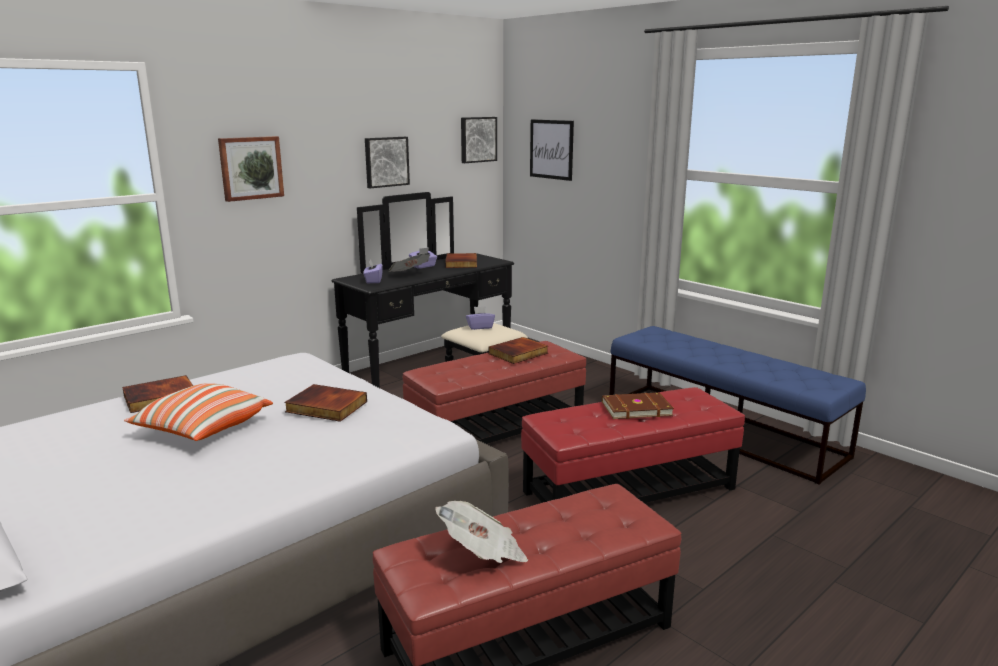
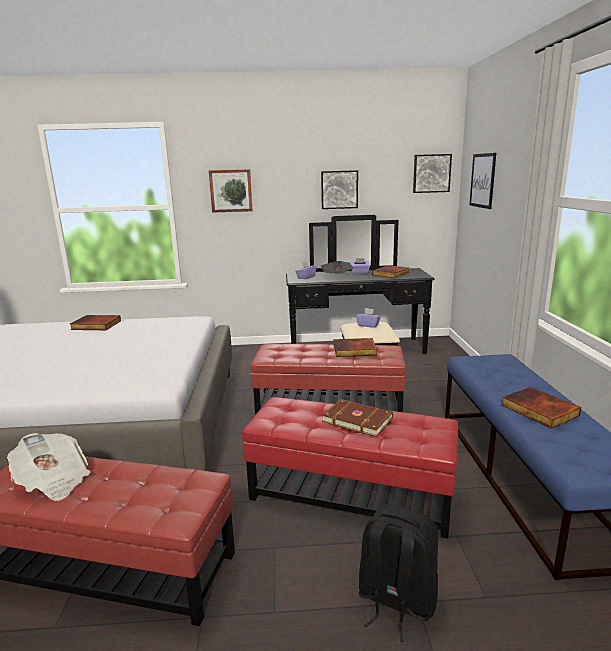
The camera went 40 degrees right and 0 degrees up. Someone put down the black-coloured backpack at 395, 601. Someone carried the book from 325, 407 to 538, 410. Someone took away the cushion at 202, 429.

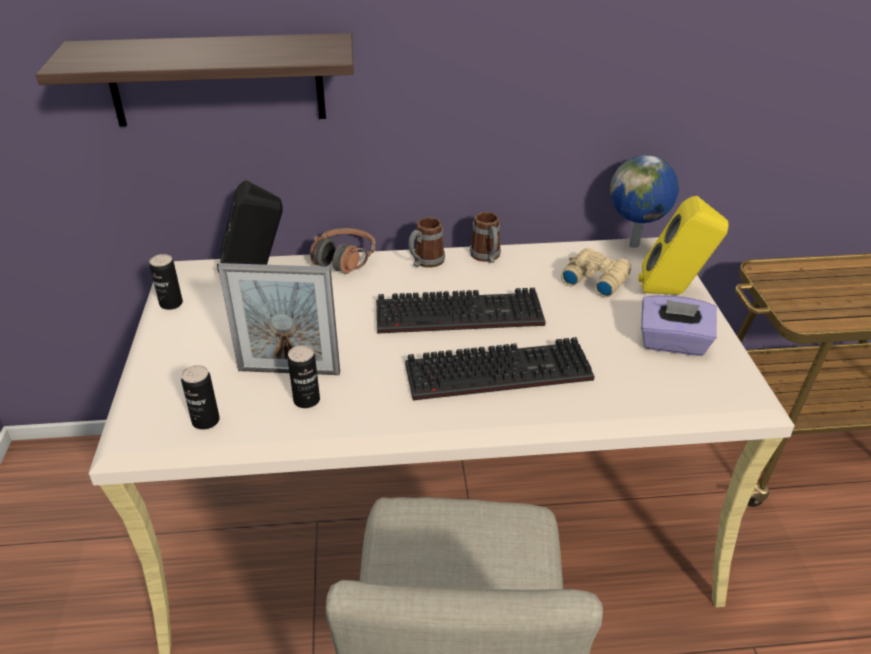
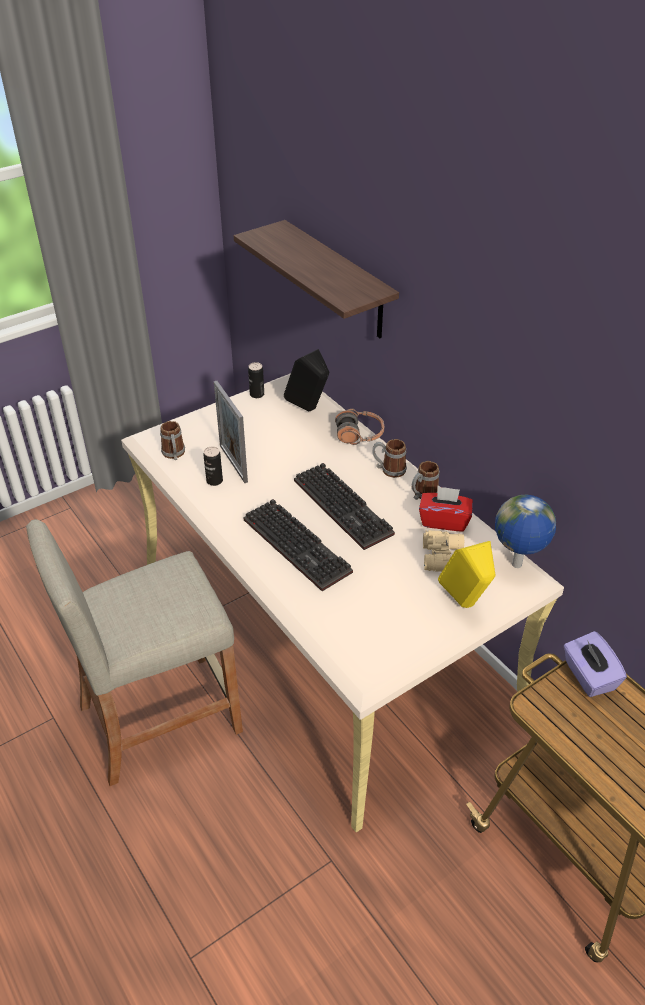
The camera went 60 degrees right and 5 degrees up. Someone swapped the sealed can at 206, 421 for the tea mug at 174, 454. Someone put down the reddish box of tissues at 444, 521. Someone carried the purple box of tissues from 673, 343 to 588, 676.

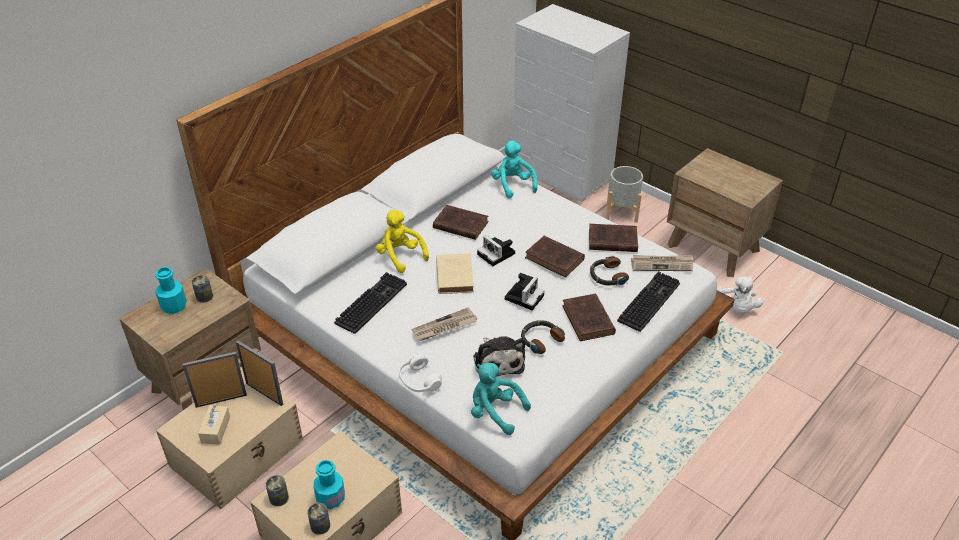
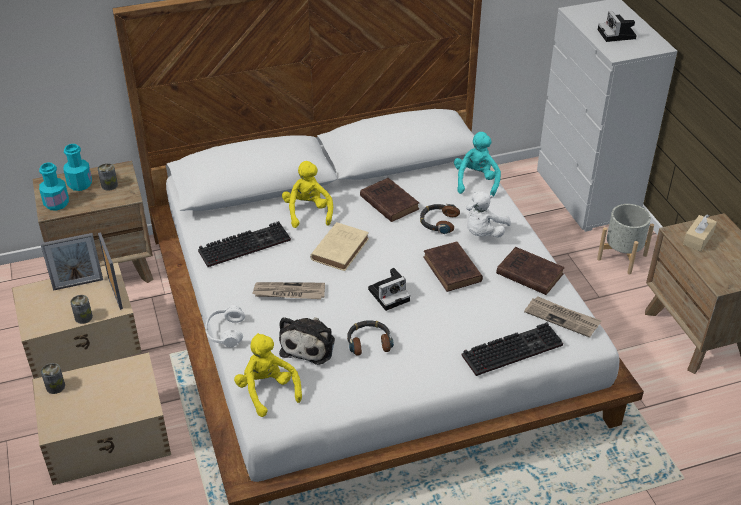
The camera went 30 degrees right and 0 degrees up. Someone carried the blue-green bottle from 331, 498 to 56, 203. Someone rotated the picture frame at 221, 400 by 150 degrees clockwise. Someone carried the sealed can from 320, 526 to 83, 317. Someone repainted the blue-green soft toy at 495, 412, which became the yellow soft toy at 267, 390. Someone carried the headphones from 607, 276 to 438, 222. Someone carried the whitish soft toy from 737, 308 to 483, 233. Someone carried the photo camera from 497, 254 to 617, 35. Someone carried the beige box of tissues from 216, 429 to 698, 239. Someone took away the brown-coloured book at 588, 321.

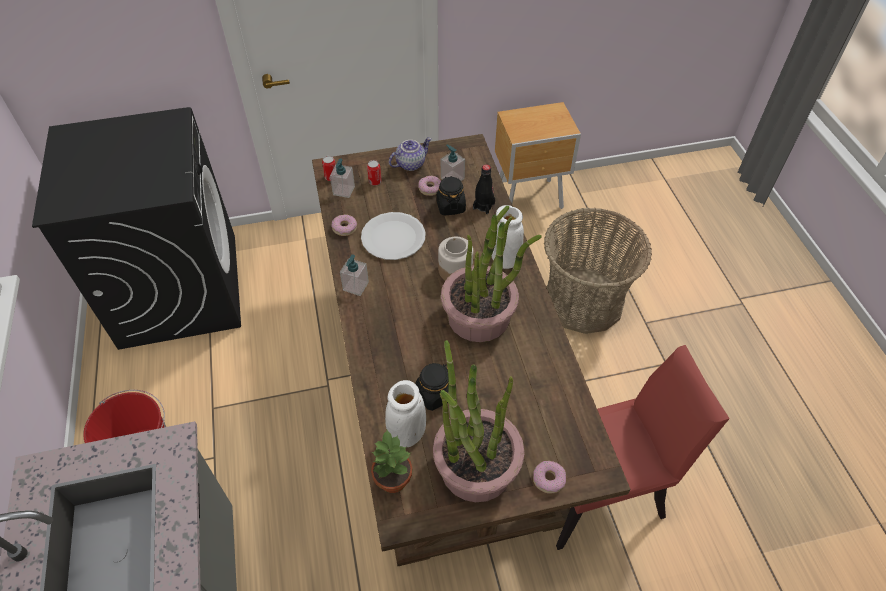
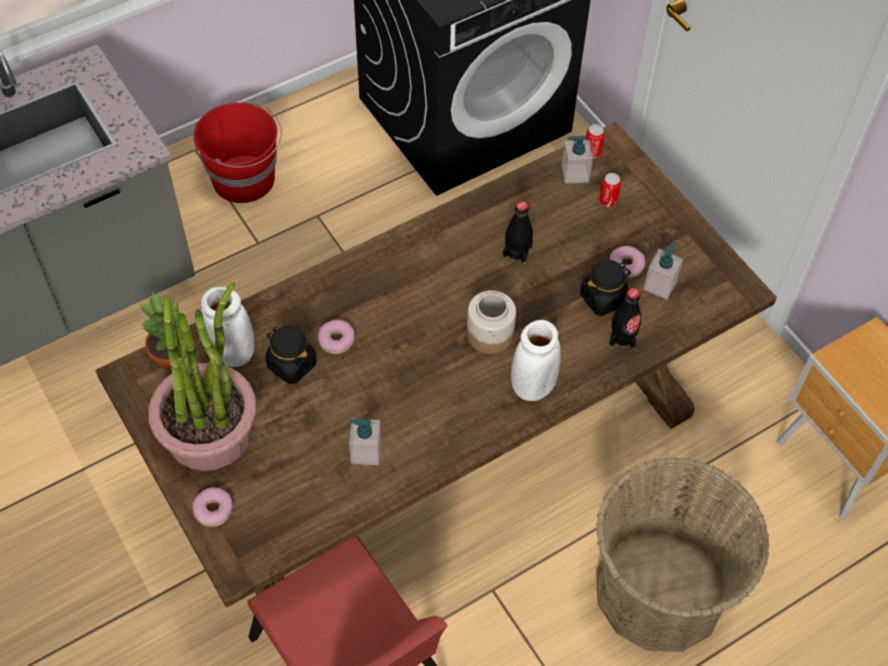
The camera went 70 degrees right and 5 degrees up. Someone carried the donut from 344, 228 to 336, 340. Someone carried the soap dispenser from 355, 286 to 365, 452. Someone swapped the whitish flat dish at 393, 237 for the black-coloured bottle at 517, 252. Someone took away the tea pot at 410, 163. Someone took away the houseplant at 479, 316.

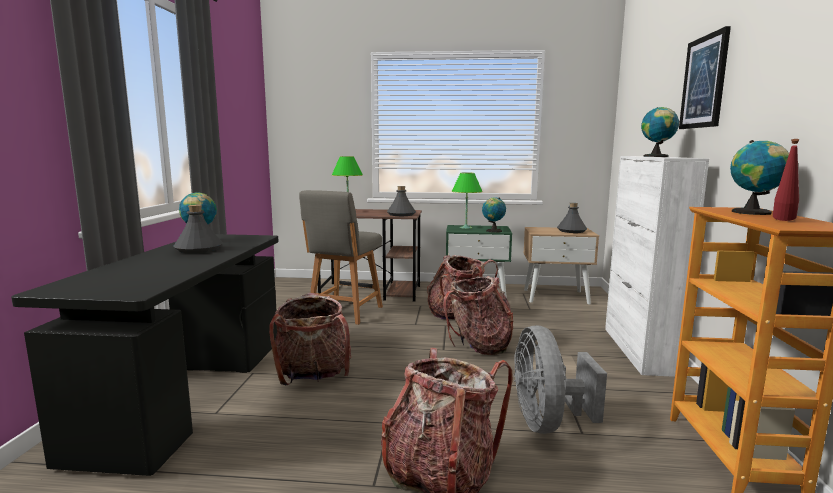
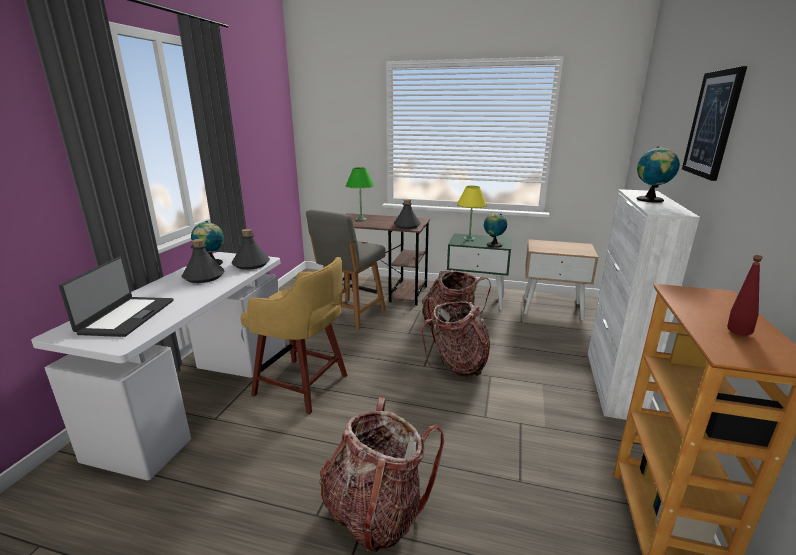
The camera went 10 degrees right and 10 degrees up. Someone repainted the black-coloured desk unit at 191, 392, which became the whitish desk unit at 202, 394. Someone put down the notebook computer at 126, 316. Someone carried the greyish bottle from 571, 231 to 251, 264. Someone swapped the backpack at 313, 376 for the yellow stool at 303, 386. Someone repainted the green tabletop lamp at 465, 227, which became the yellow tabletop lamp at 469, 238. Someone took away the greyish electric fan at 547, 422. Someone took away the globe at 754, 212.

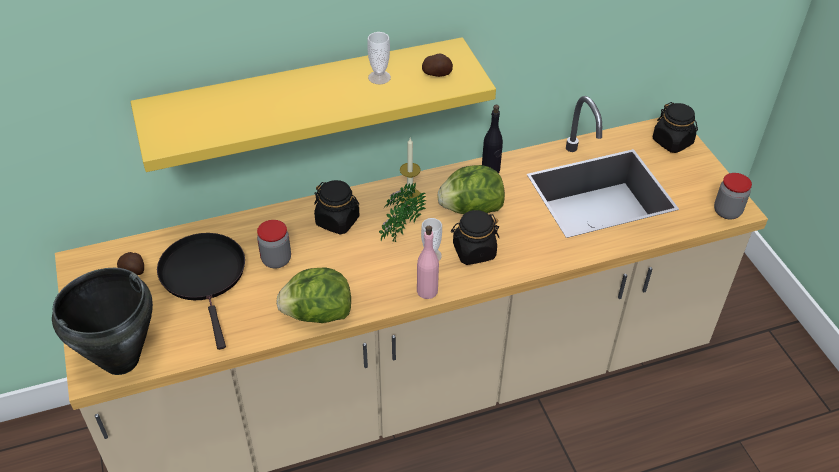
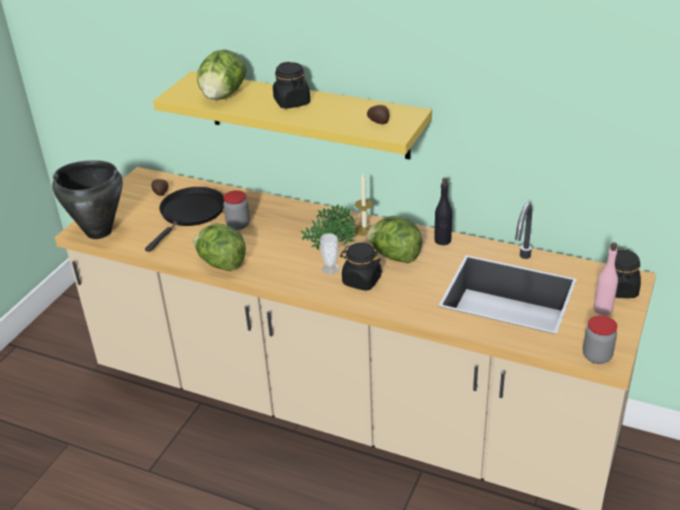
The camera went 45 degrees right and 10 degrees down. Someone put down the lettuce at 223, 96. Someone carried the black-coloured jar from 338, 221 to 292, 102. Someone carried the pinkish bottle from 427, 291 to 603, 309. Someone took away the small cup at 379, 77.

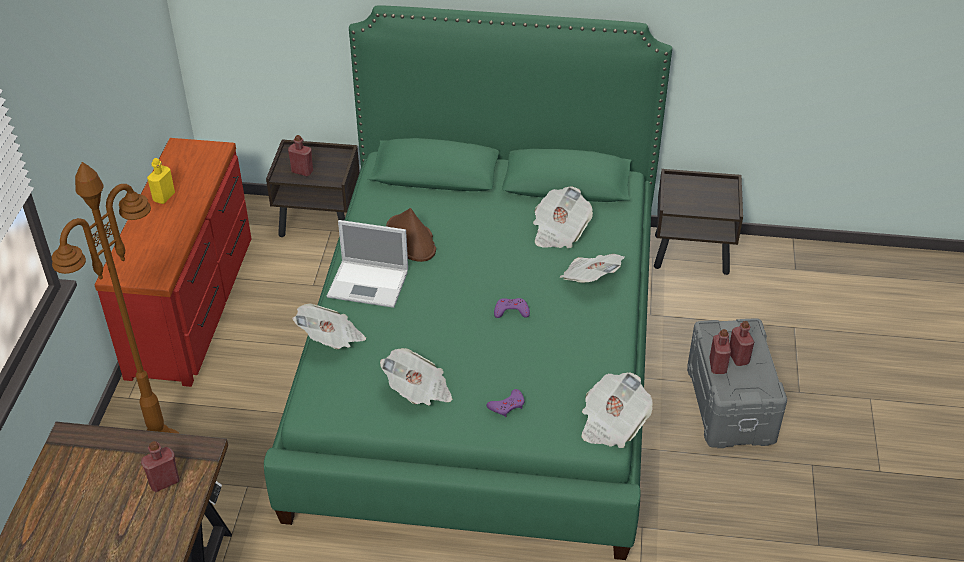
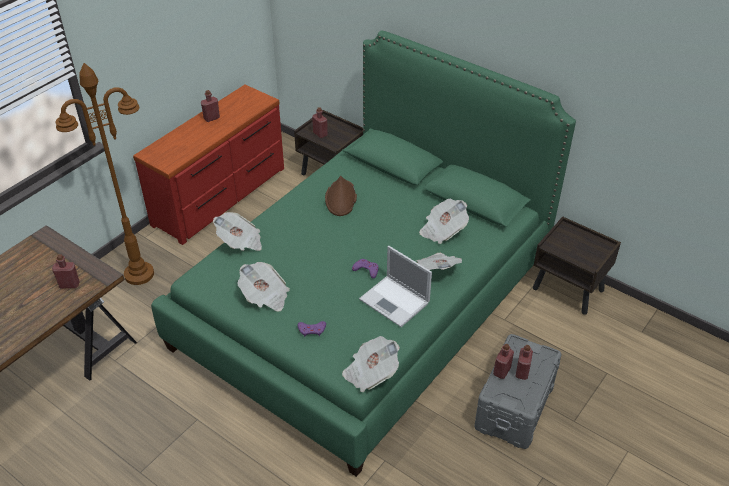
The camera went 30 degrees right and 0 degrees up. Someone repainted the yellow bottle at 164, 197, which became the reddish bottle at 211, 118. Someone carried the notebook computer from 369, 284 to 395, 301.

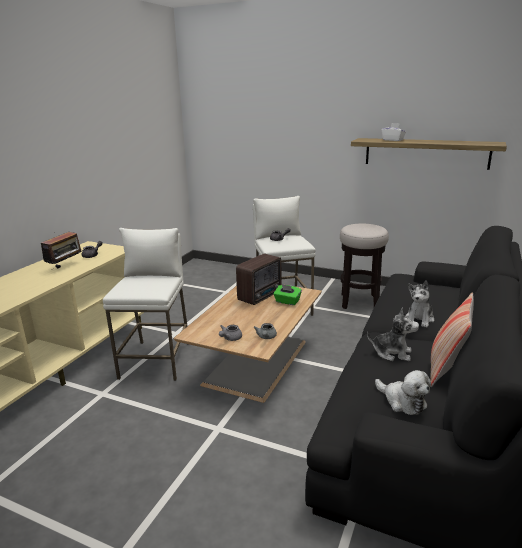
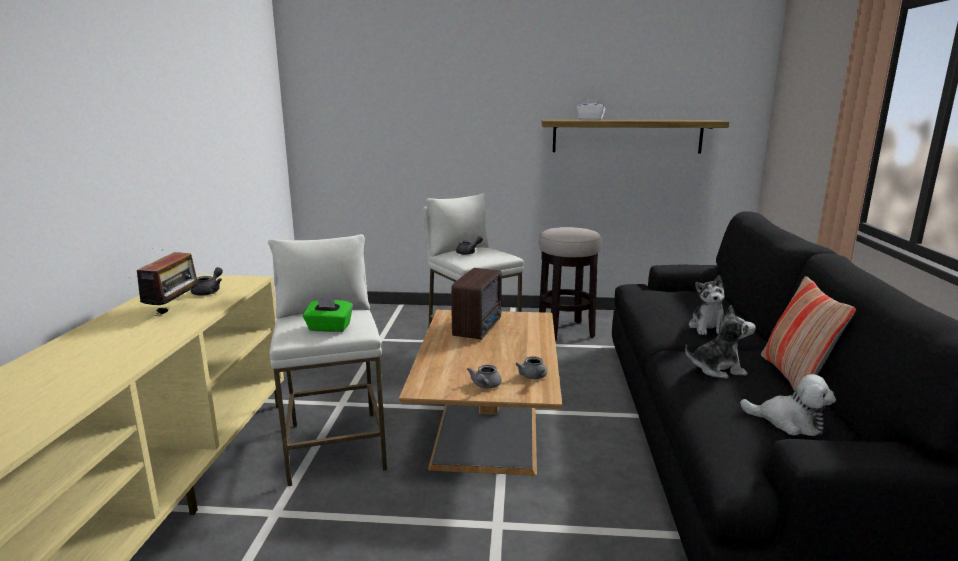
The camera went 20 degrees left and 5 degrees down. Someone carried the green box of tissues from 287, 301 to 329, 328.

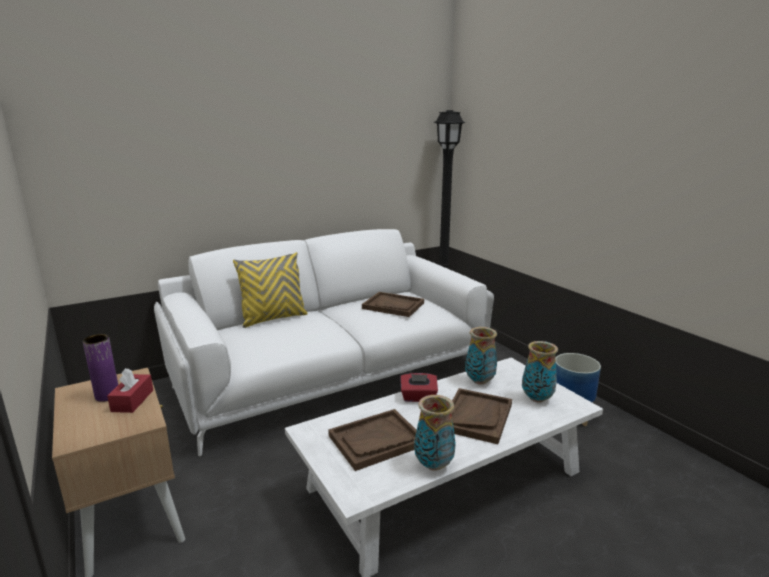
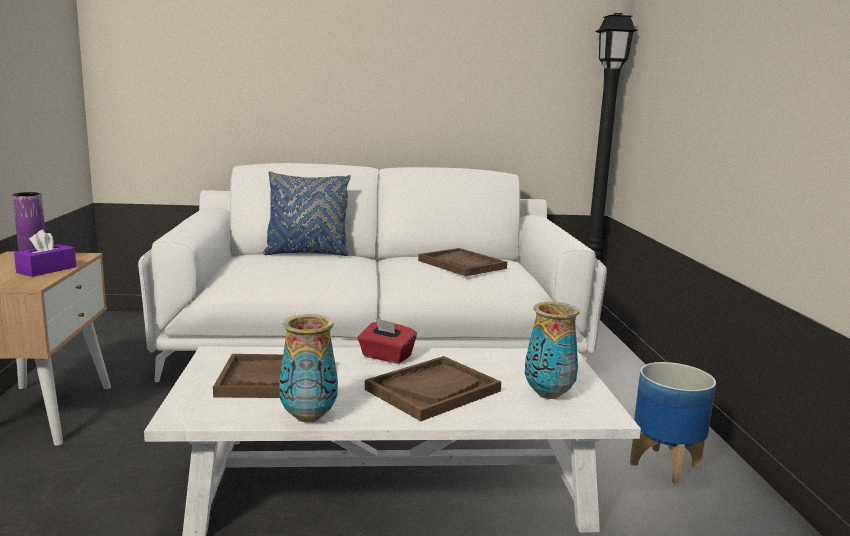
The camera went 25 degrees right and 5 degrees down. Someone repainted the reddish box of tissues at 132, 400, which became the purple box of tissues at 47, 270. Someone repainted the yellow cushion at 273, 318, which became the blue cushion at 307, 253. Someone took away the vase at 480, 381.

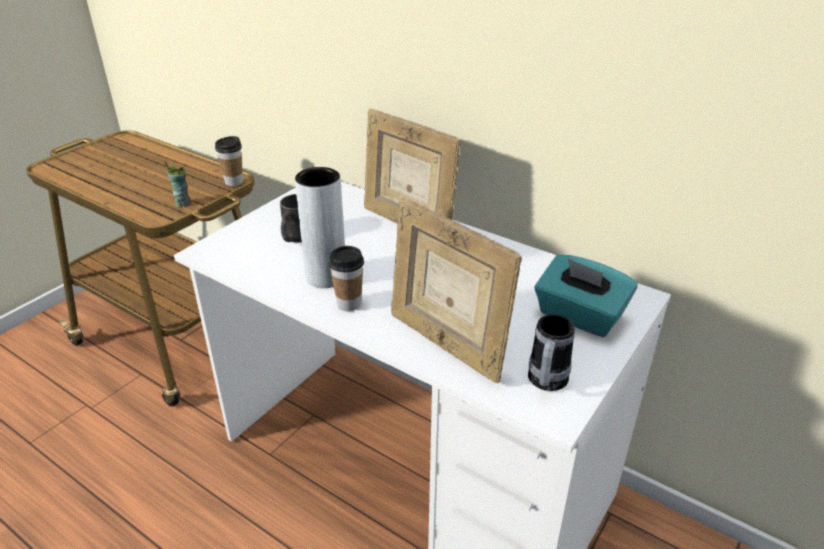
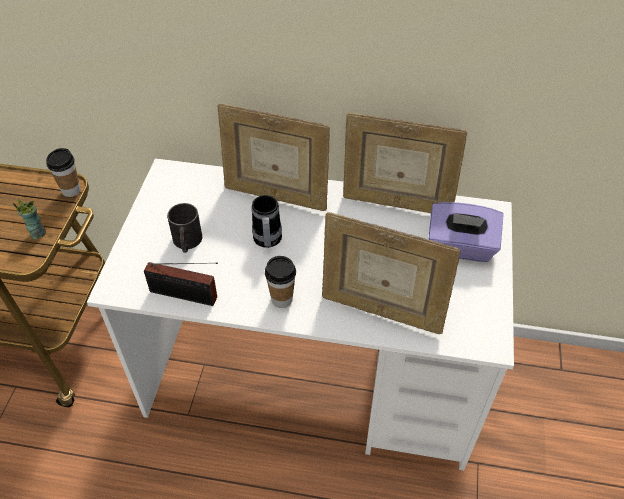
The camera went 25 degrees left and 15 degrees up. Someone put down the radio receiver at 187, 296. Someone carried the tea mug from 545, 383 to 267, 242. Someone put down the picture frame at 396, 203. Someone repainted the blue-green box of tissues at 579, 316, which became the purple box of tissues at 460, 247. Someone took away the greyish vase at 326, 277.

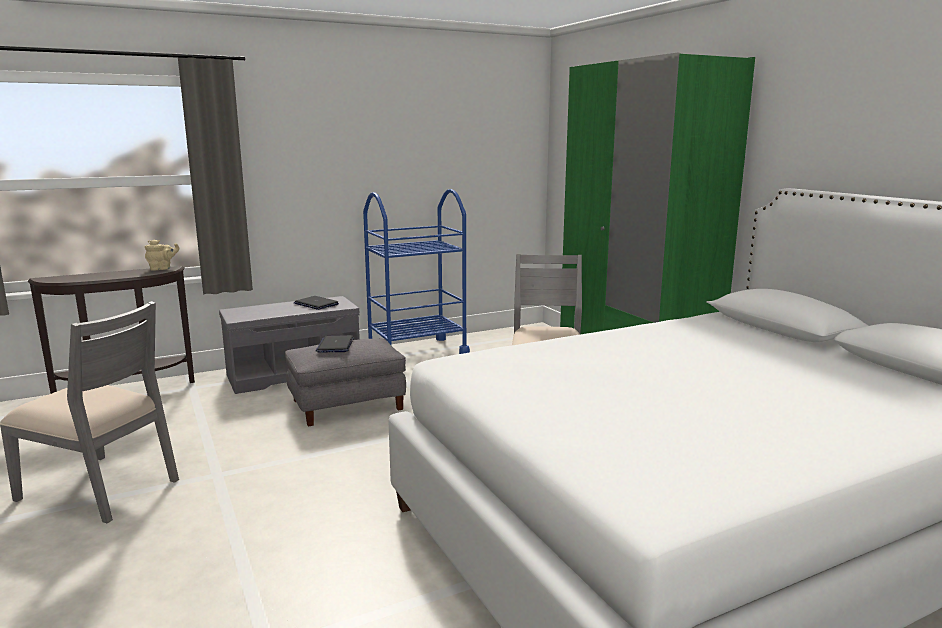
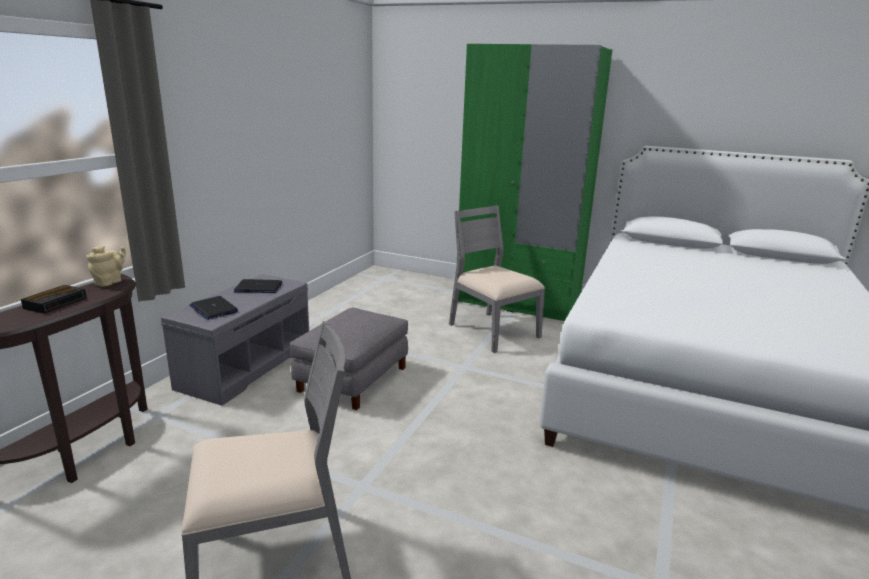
The camera went 40 degrees left and 5 degrees up. Someone put down the alarm clock at 56, 302. Someone carried the notebook computer from 335, 345 to 213, 309. Someone took away the blue wheeled cart at 417, 352.

